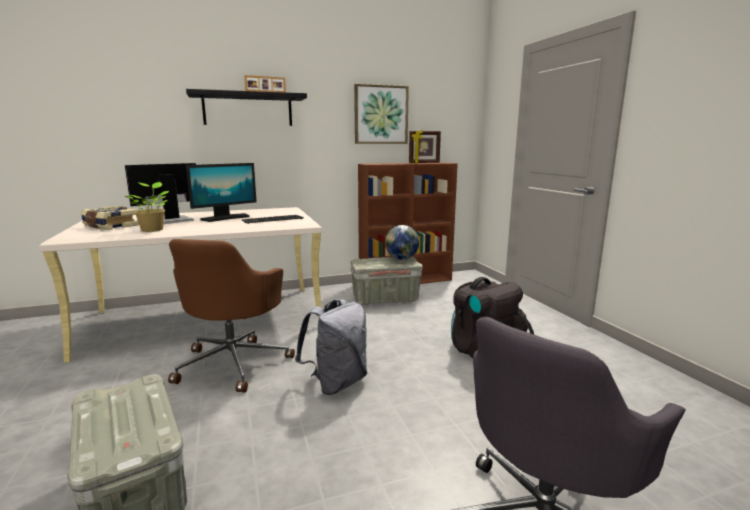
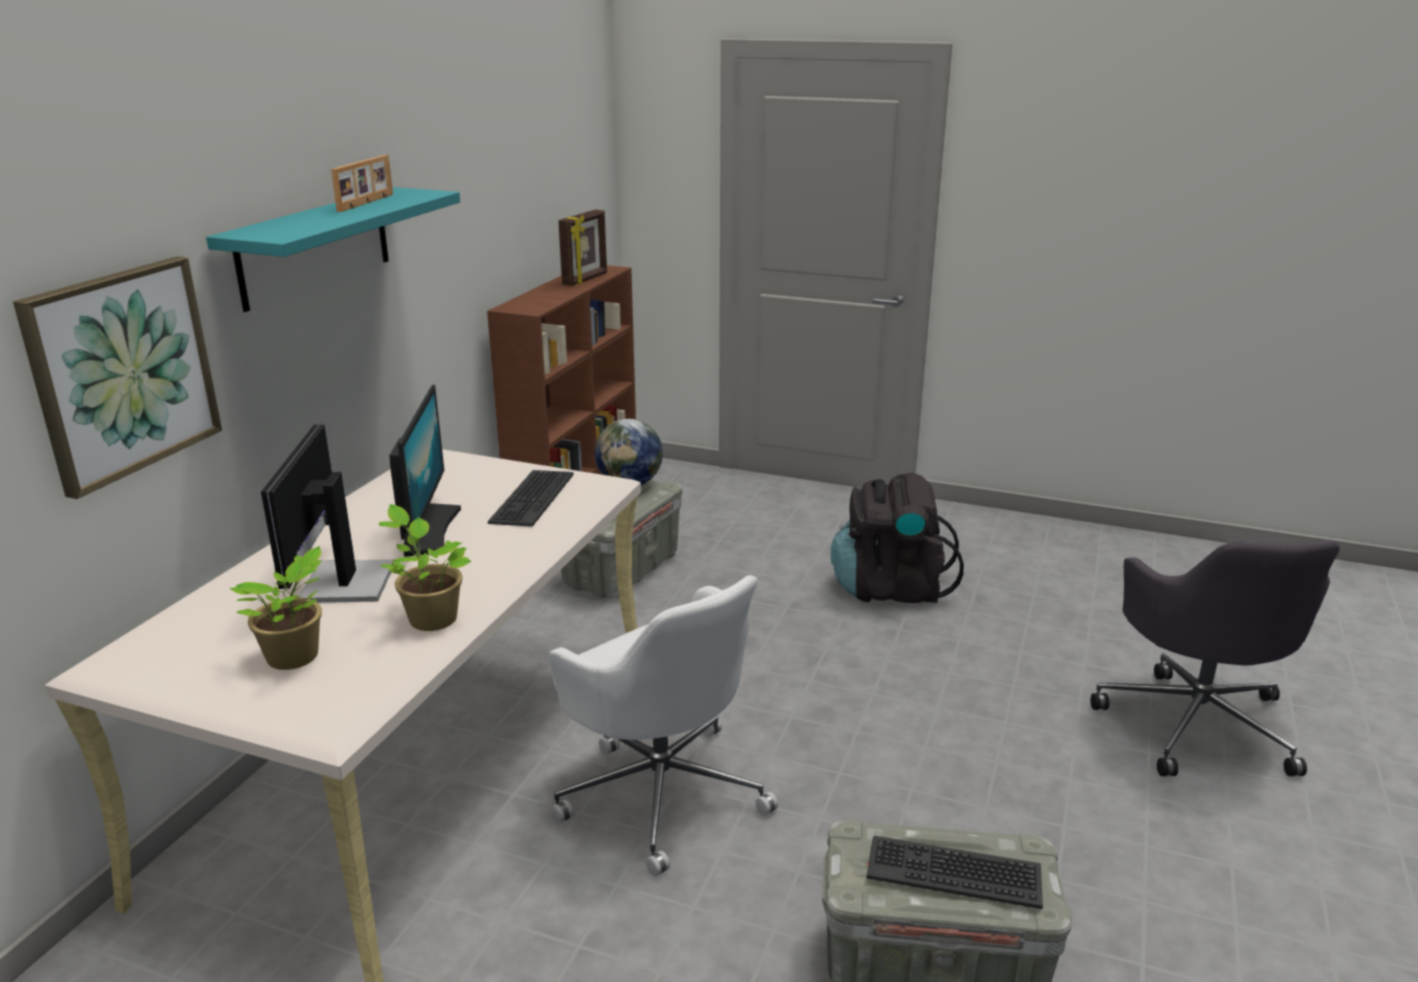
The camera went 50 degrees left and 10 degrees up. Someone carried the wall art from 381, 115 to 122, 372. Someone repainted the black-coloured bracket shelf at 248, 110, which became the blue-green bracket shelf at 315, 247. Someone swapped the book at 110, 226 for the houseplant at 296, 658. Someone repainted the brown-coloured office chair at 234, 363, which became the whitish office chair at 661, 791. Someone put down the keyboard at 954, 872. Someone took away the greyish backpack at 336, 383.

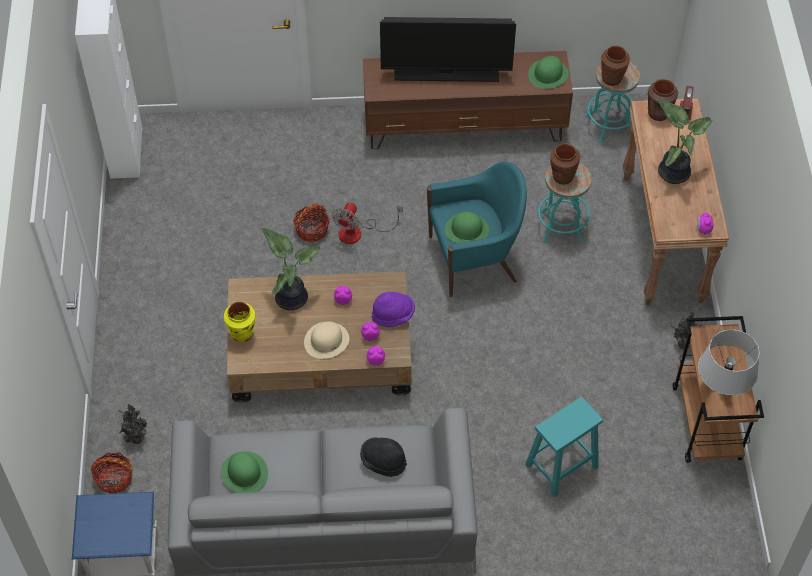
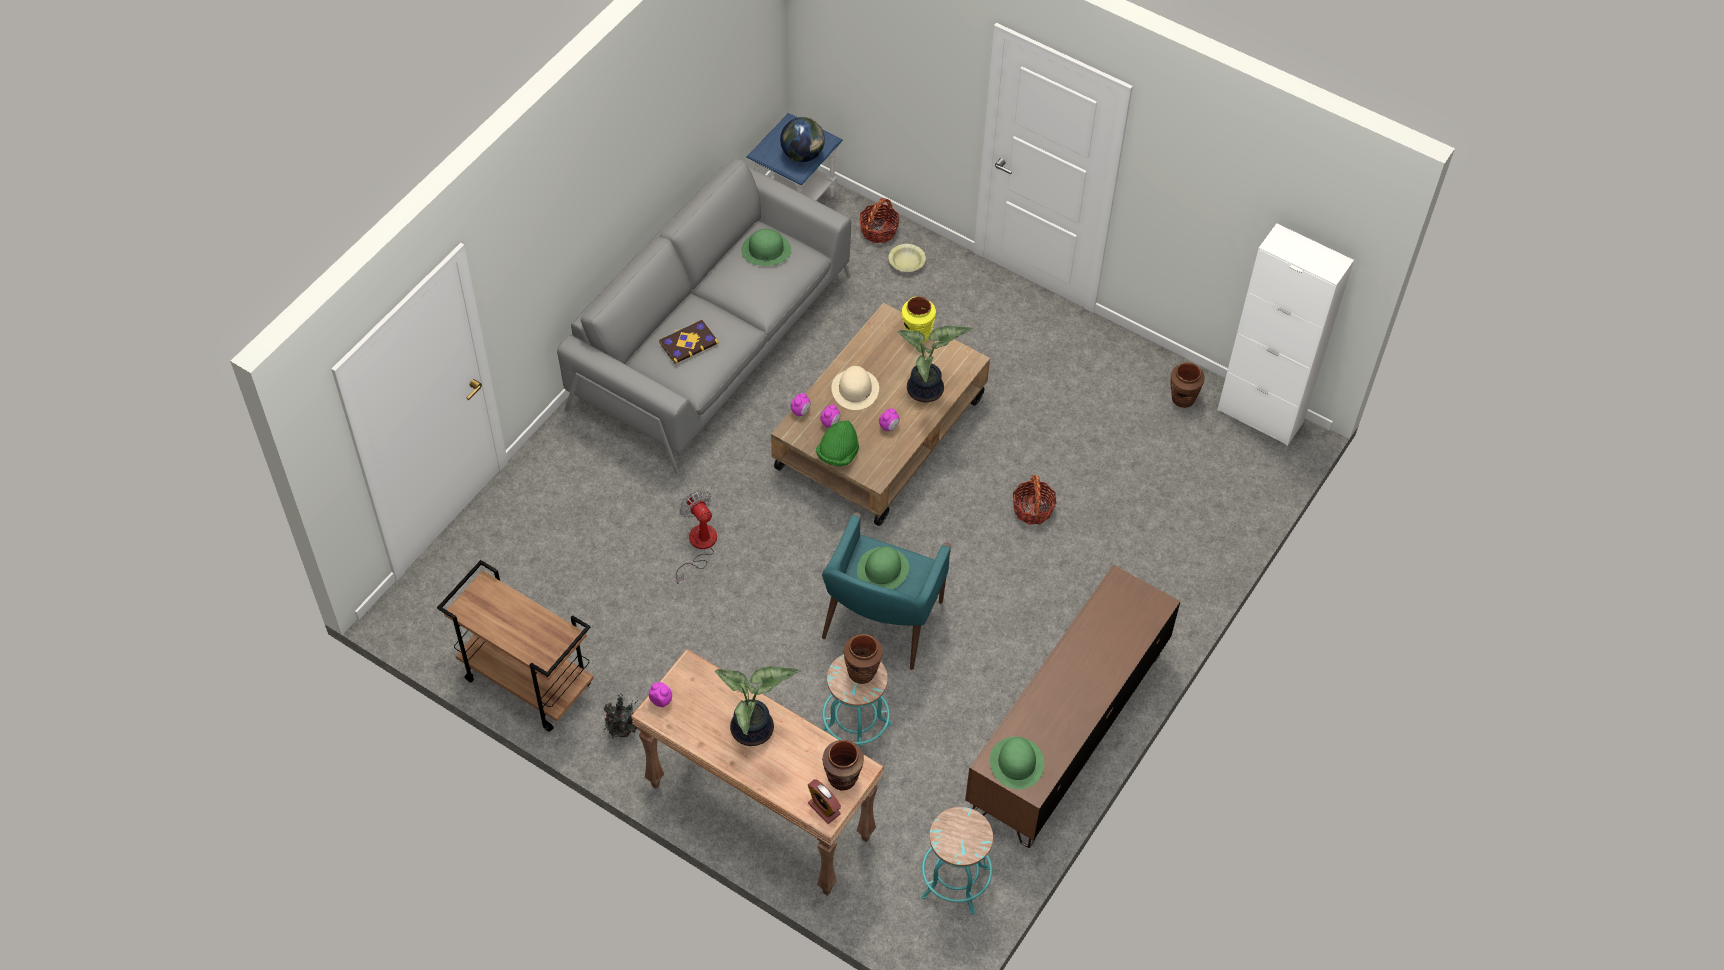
The camera went 125 degrees right and 0 degrees up. Someone swapped the black-coloured wearable hat at 383, 461 for the book at 688, 342. Someone carried the electric fan from 358, 232 to 699, 546. Someone put down the globe at 802, 155. Someone repainted the purple wearable hat at 393, 315, which became the green wearable hat at 838, 454. Someone swapped the houseplant at 135, 438 for the yellow serving bowl at 907, 262. Someone carried the brown-coloured vase from 612, 79 to 1182, 399. Someone took away the television at 447, 74. Someone took away the blue-green stool at 561, 467. Someone took away the greyish tabletop lamp at 721, 389.

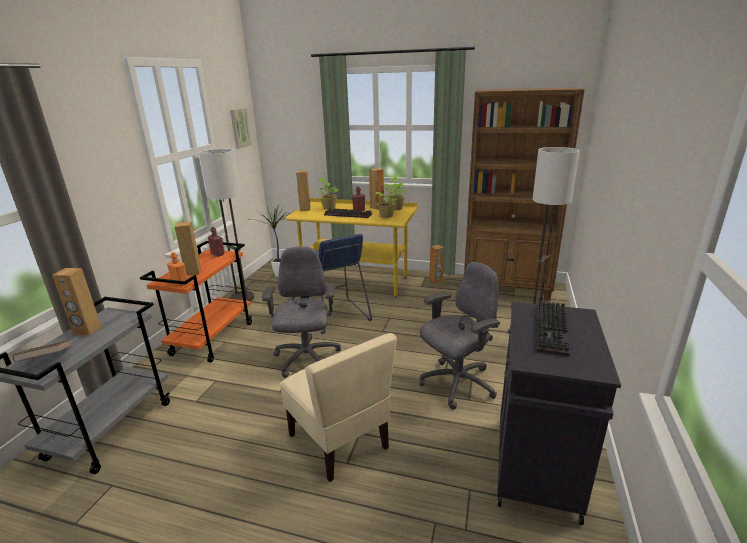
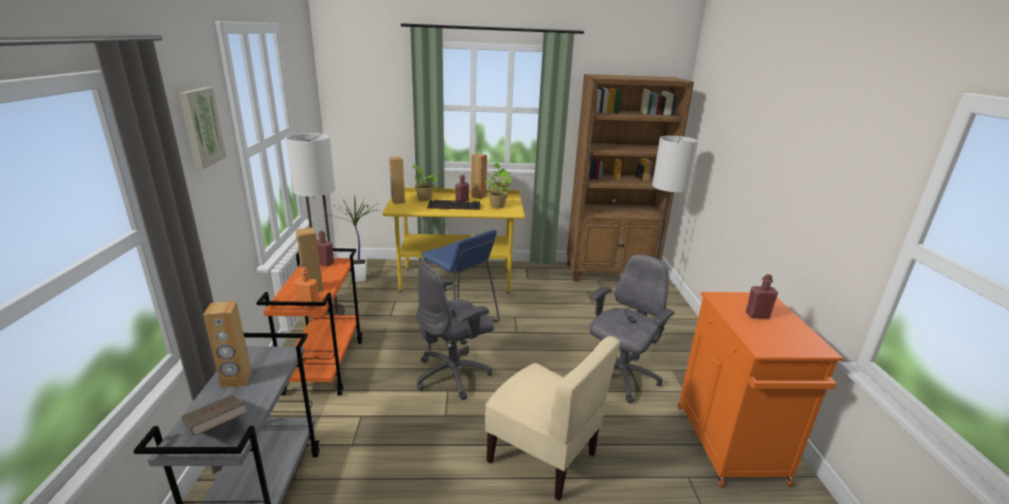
The camera went 20 degrees left and 0 degrees up. Someone carried the wall art from 239, 128 to 200, 127. Someone rotated the greyish office chair at 306, 359 by 105 degrees counterclockwise. Someone repainted the black-coloured cabinet at 536, 469, which became the orange-coloured cabinet at 730, 445. Someone swapped the keyboard at 553, 330 for the reddish bottle at 757, 315. Someone took away the brown-coloured loudspeaker at 436, 281.

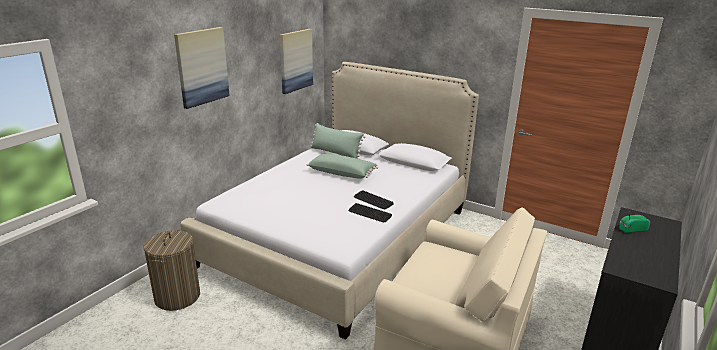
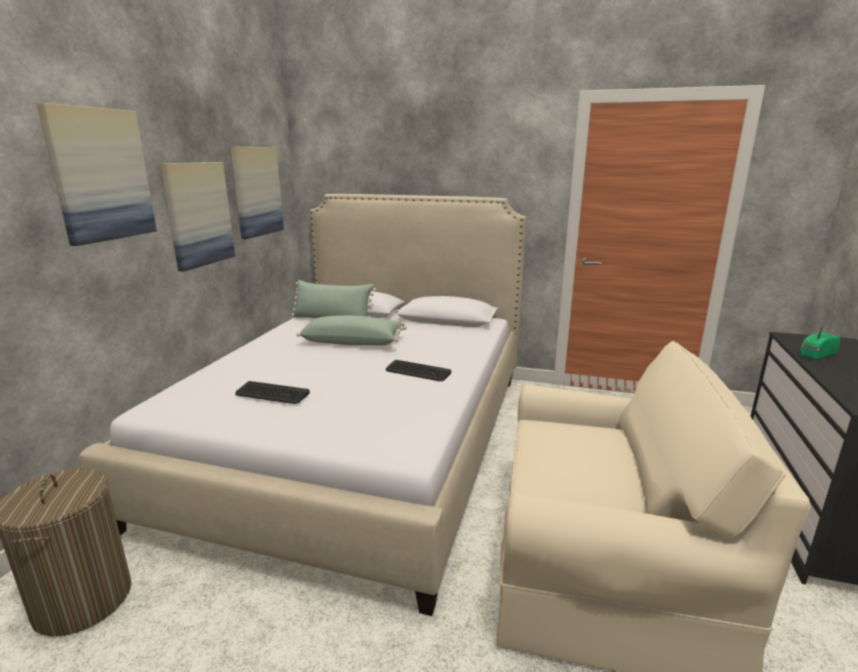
The camera went 15 degrees left and 5 degrees down. Someone put up the wall art at 198, 214. Someone carried the keyboard from 369, 213 to 272, 394.

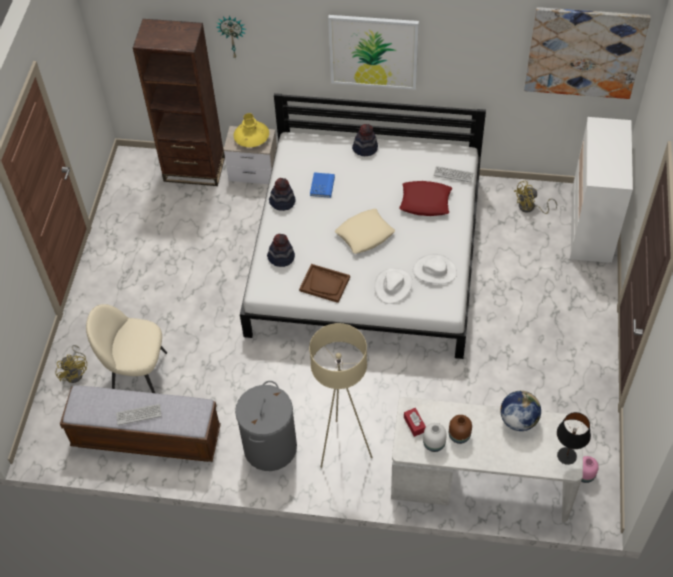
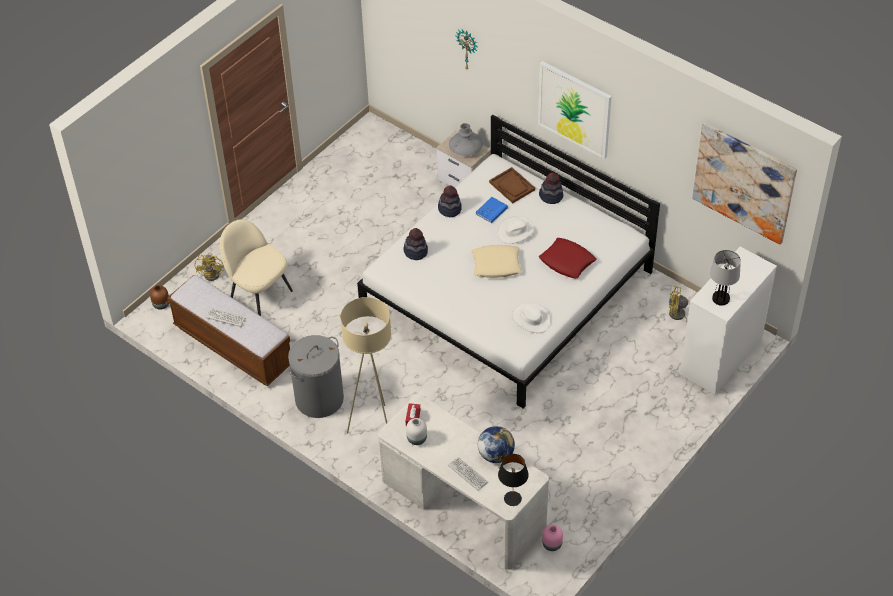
The camera went 30 degrees right and 5 degrees down. Someone carried the brown-coloured vase from 459, 436 to 161, 304. Someone carried the keyboard from 453, 174 to 468, 474. Someone repainted the yellow vase at 252, 138, which became the greyish vase at 466, 148. Someone carried the brown-coloured serving tray from 325, 284 to 512, 186. Someone carried the whitish wearable hat from 393, 286 to 515, 231. Someone put down the tabletop lamp at 720, 299. Someone took away the brown-coloured bookshelf at 194, 169.

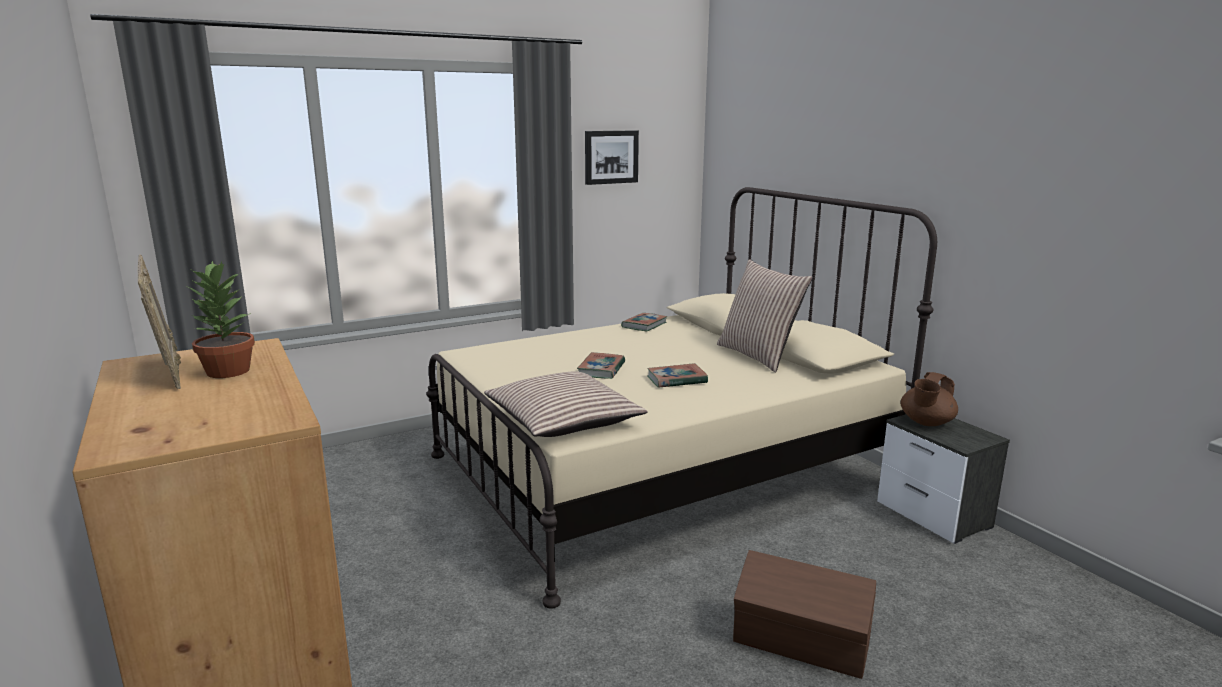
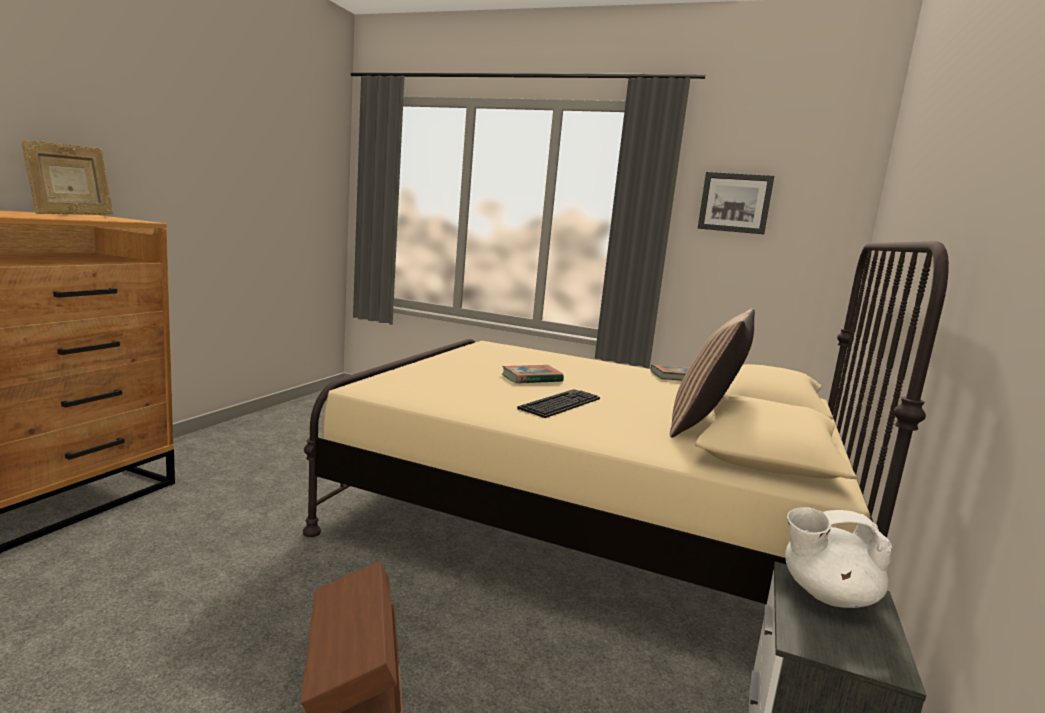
The camera went 50 degrees right and 5 degrees down. Someone swapped the book at 676, 380 for the keyboard at 559, 403. Someone repainted the brown-coloured tea pot at 926, 422, which became the whitish tea pot at 826, 595. Someone took away the houseplant at 227, 372. Someone took away the cushion at 563, 420.

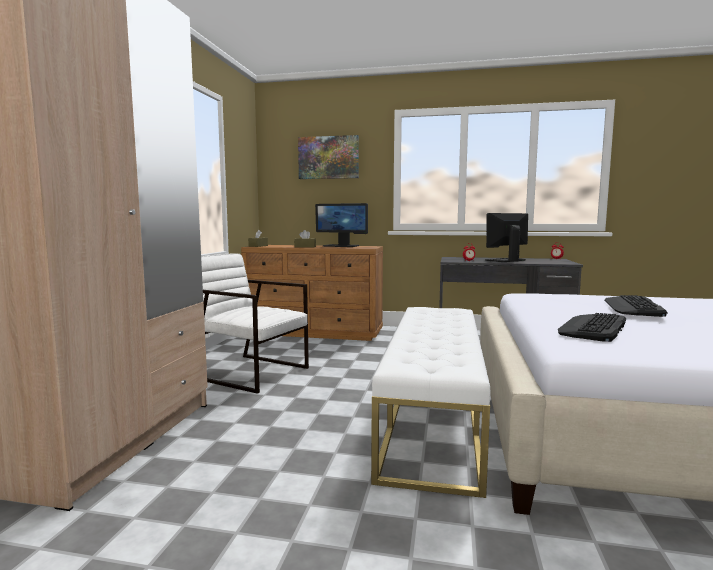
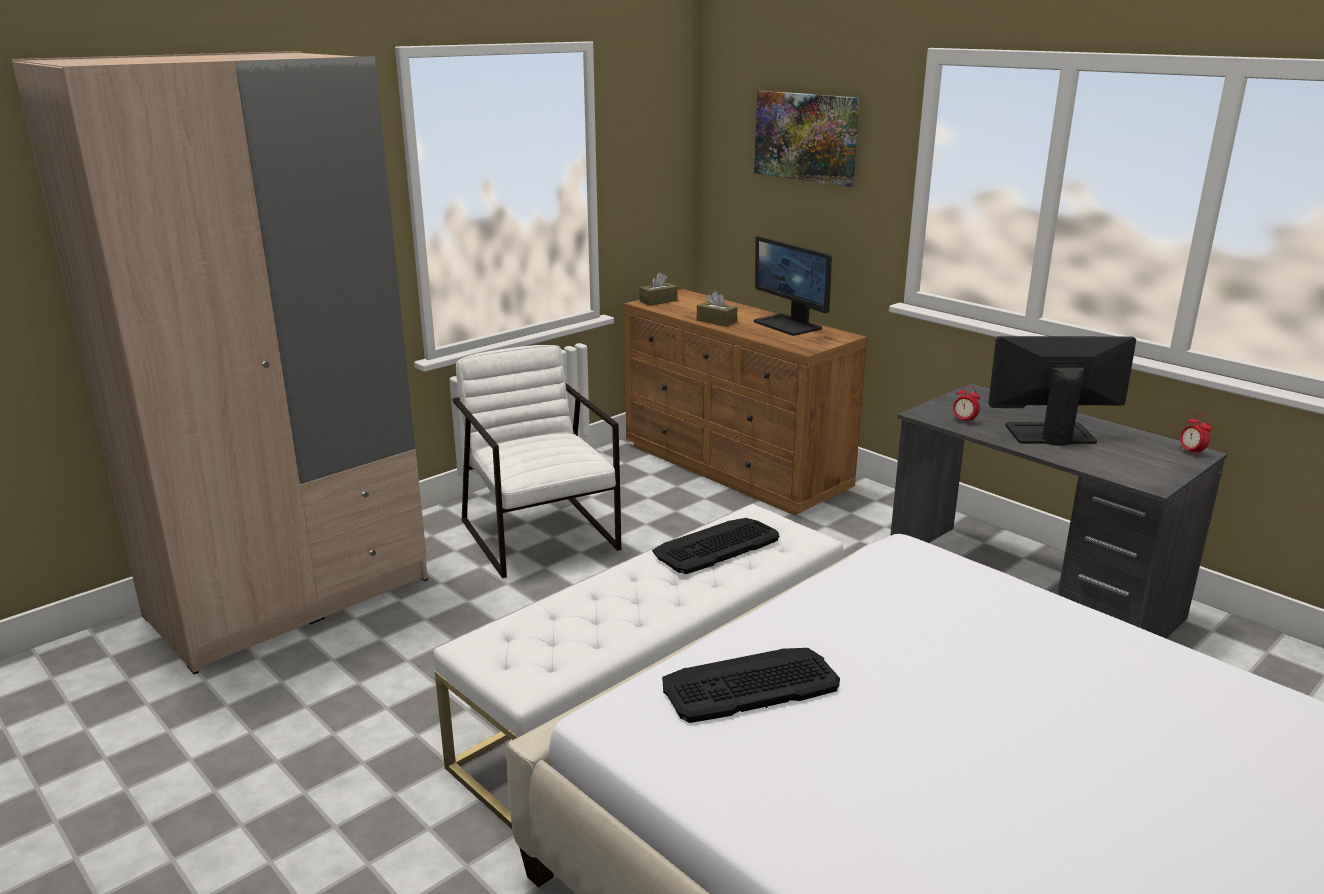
The camera went 35 degrees right and 15 degrees up. Someone carried the keyboard from 633, 307 to 716, 546.

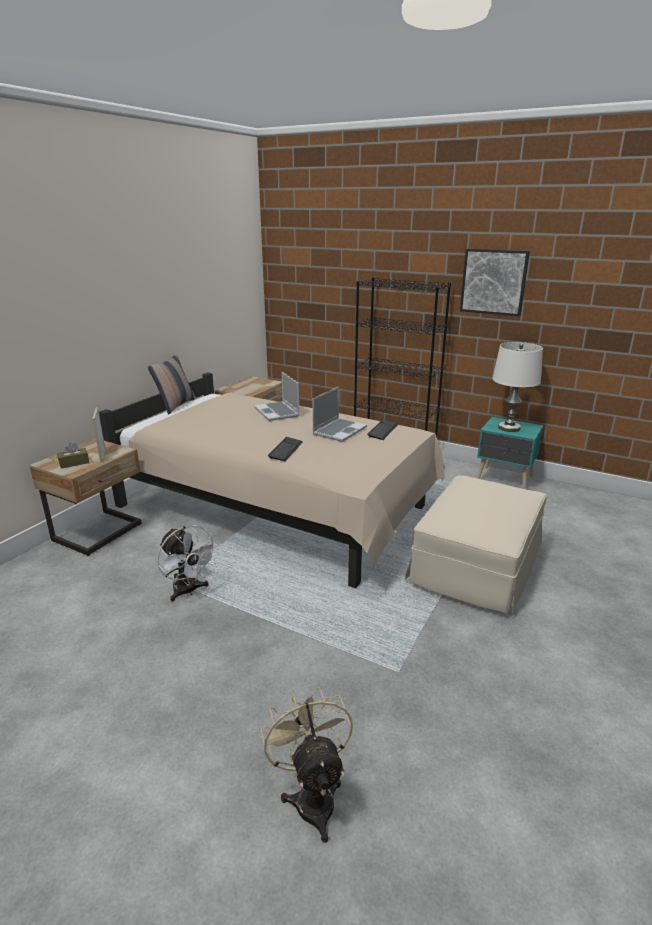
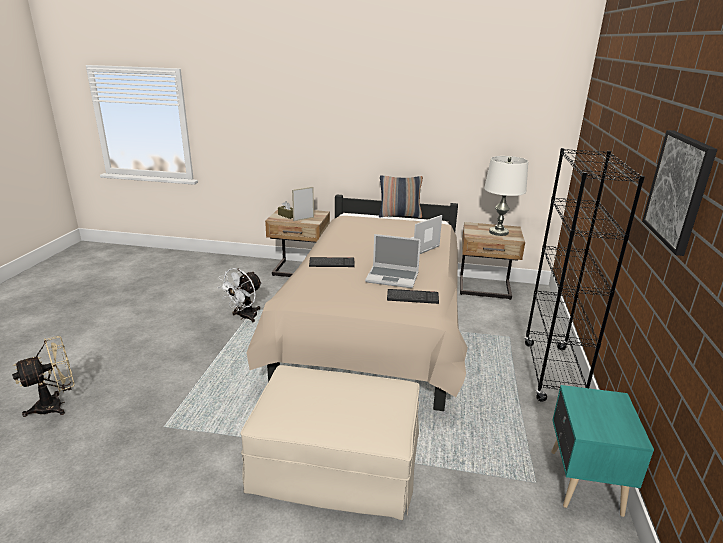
The camera went 70 degrees right and 0 degrees up. Someone carried the whitish tabletop lamp from 509, 428 to 498, 232.

